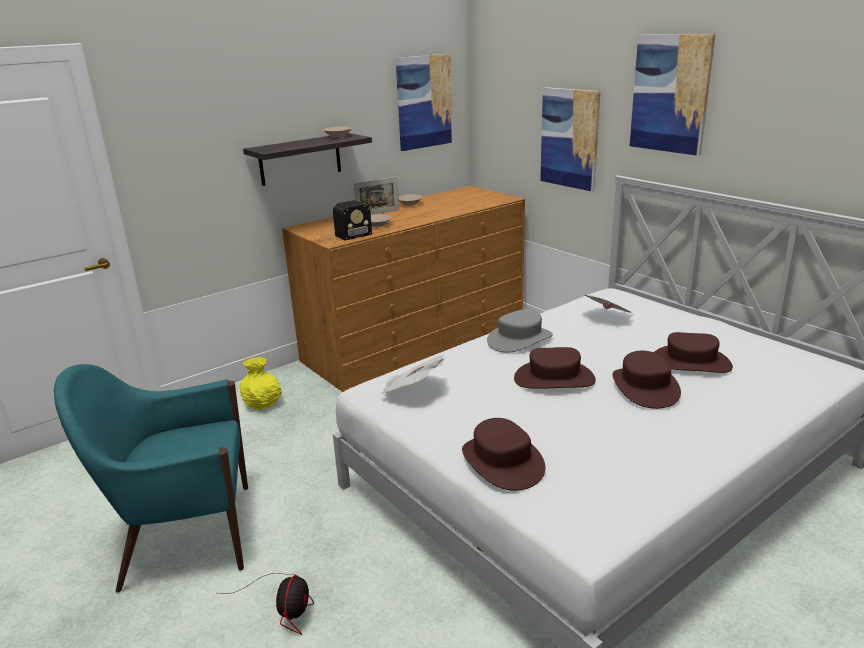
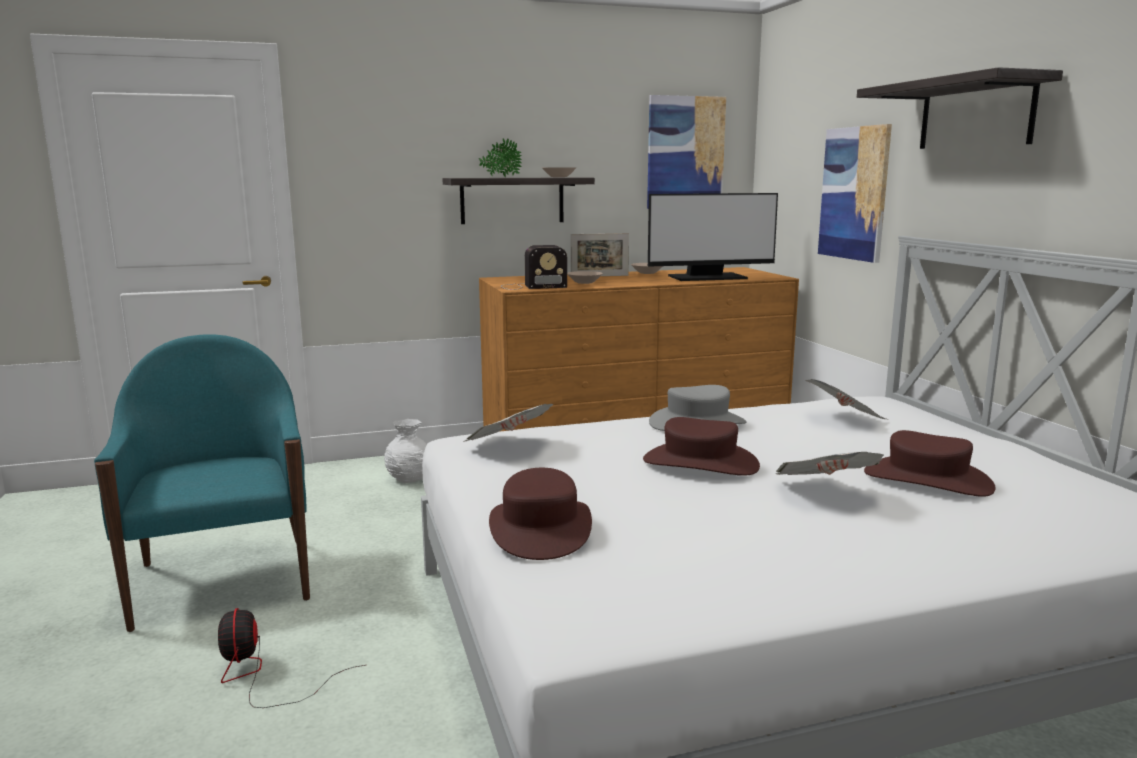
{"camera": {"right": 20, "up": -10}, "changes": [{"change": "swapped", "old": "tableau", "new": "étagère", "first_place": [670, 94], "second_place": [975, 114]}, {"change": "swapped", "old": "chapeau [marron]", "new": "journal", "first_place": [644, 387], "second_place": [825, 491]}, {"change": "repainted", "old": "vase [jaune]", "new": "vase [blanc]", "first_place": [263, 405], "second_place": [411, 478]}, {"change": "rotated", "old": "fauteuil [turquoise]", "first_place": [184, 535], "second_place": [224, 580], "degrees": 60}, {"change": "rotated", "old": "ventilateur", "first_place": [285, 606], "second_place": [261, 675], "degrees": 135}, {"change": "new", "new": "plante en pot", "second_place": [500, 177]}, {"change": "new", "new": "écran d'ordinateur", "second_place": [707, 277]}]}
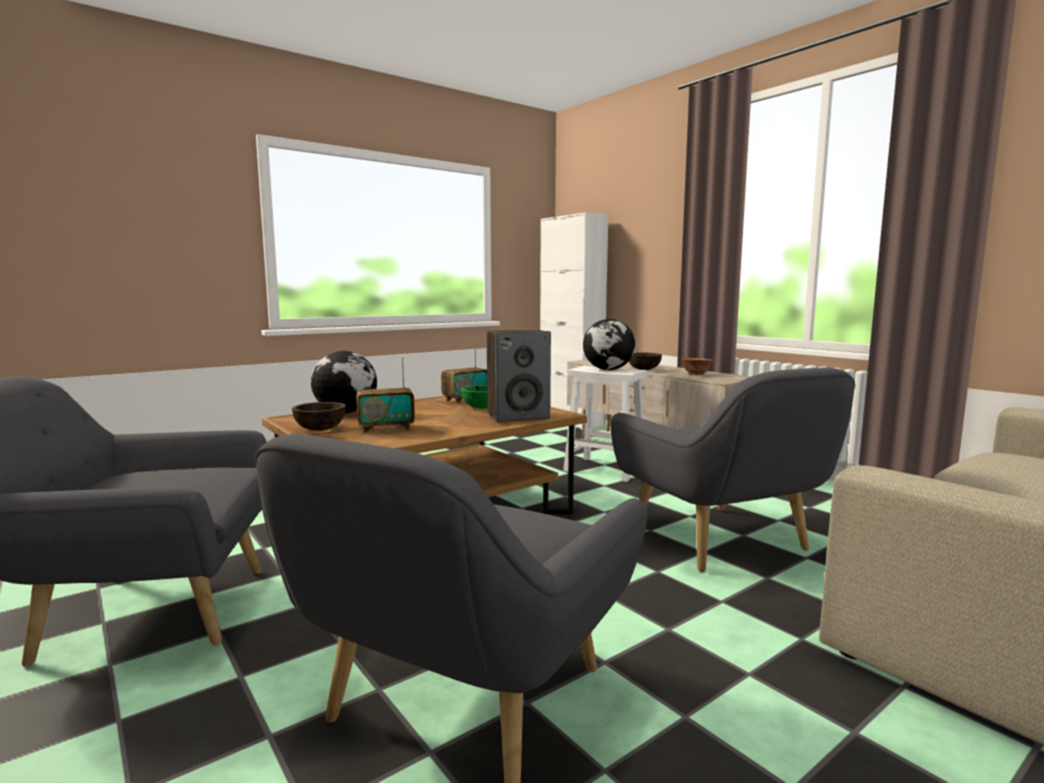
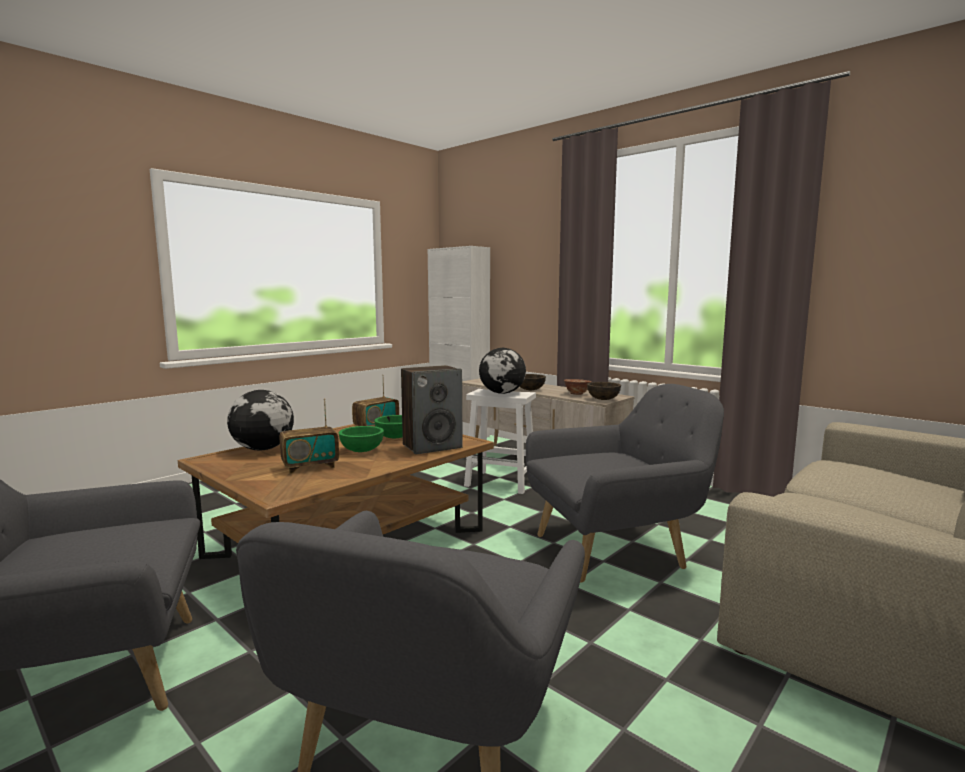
{"camera": {"right": -10, "up": 0}, "changes": [{"change": "rotated", "old": "fauteuil [gris]", "first_place": [722, 541], "second_place": [616, 549], "degrees": -75}, {"change": "shifted", "old": "bol [marron]", "first_place": [320, 429], "second_place": [603, 399]}, {"change": "new", "new": "bol [vert]", "second_place": [361, 450]}]}
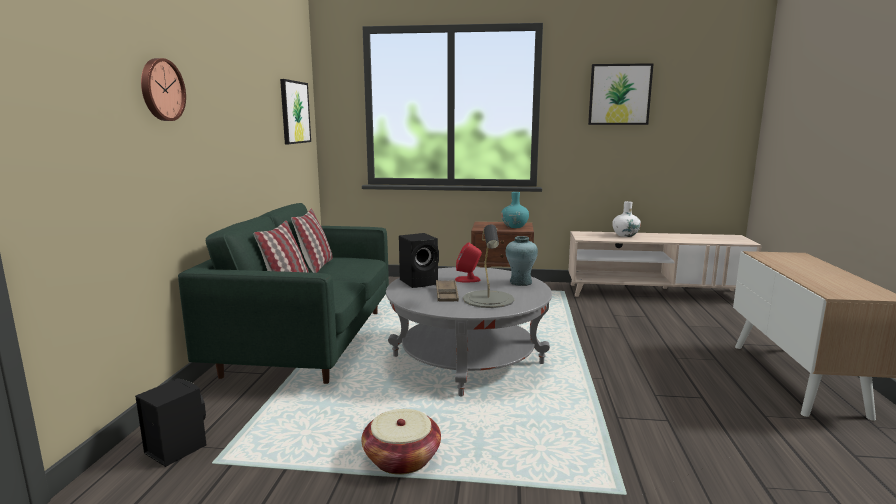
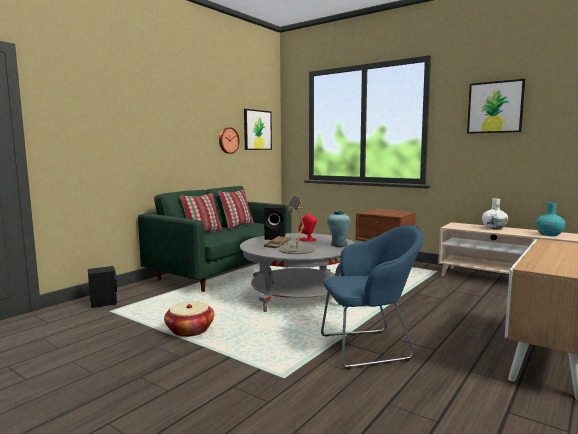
{"camera": {"right": 30, "up": -5}, "changes": [{"change": "shifted", "old": "horloge murale", "first_place": [161, 90], "second_place": [228, 140]}, {"change": "shifted", "old": "vase [turquoise]", "first_place": [514, 226], "second_place": [549, 234]}, {"change": "new", "new": "fauteuil [bleu]", "second_place": [369, 348]}]}
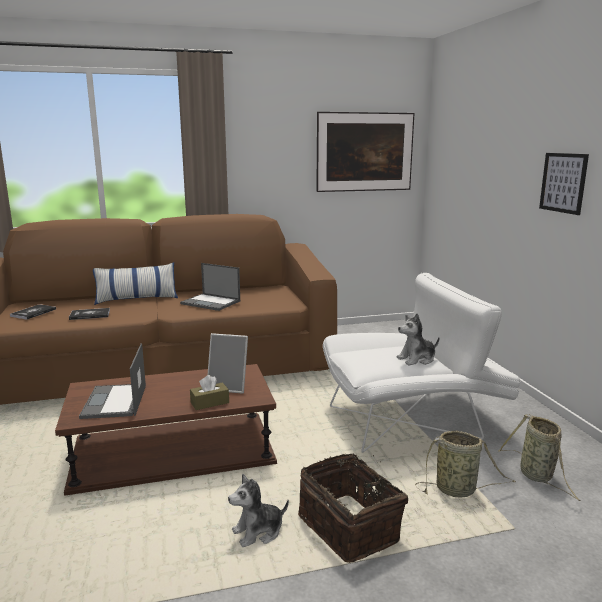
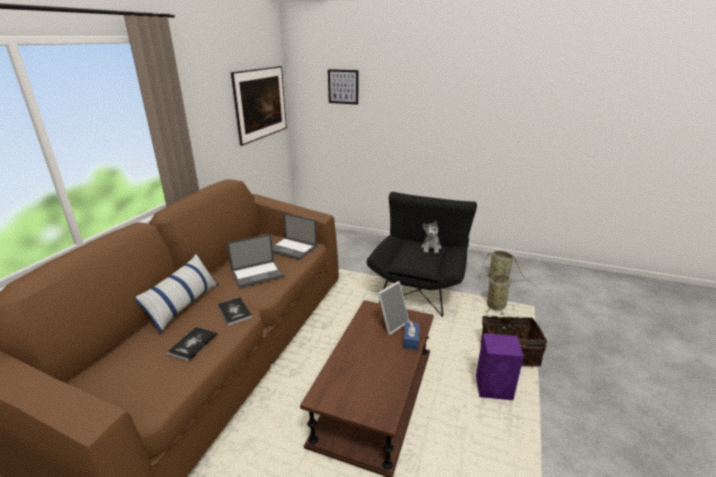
{"camera": {"right": -55, "up": 10}, "changes": [{"change": "shifted", "old": "tableau", "first_place": [563, 182], "second_place": [343, 86]}, {"change": "repainted", "old": "fauteuil [blanc]", "new": "fauteuil [noir]", "first_place": [413, 419], "second_place": [420, 284]}, {"change": "shifted", "old": "livre", "first_place": [33, 313], "second_place": [234, 311]}, {"change": "shifted", "old": "ordinateur portable", "first_place": [115, 402], "second_place": [293, 248]}, {"change": "repainted", "old": "boîte à mouchoirs [marron]", "new": "boîte à mouchoirs [bleu]", "first_place": [210, 403], "second_place": [411, 340]}, {"change": "swapped", "old": "peluche", "new": "enceinte [violet]", "first_place": [258, 532], "second_place": [494, 388]}]}
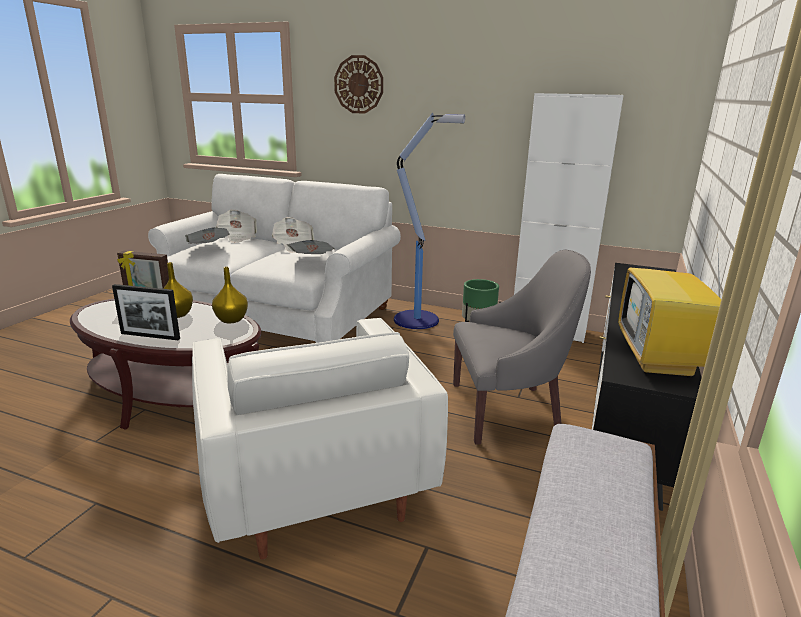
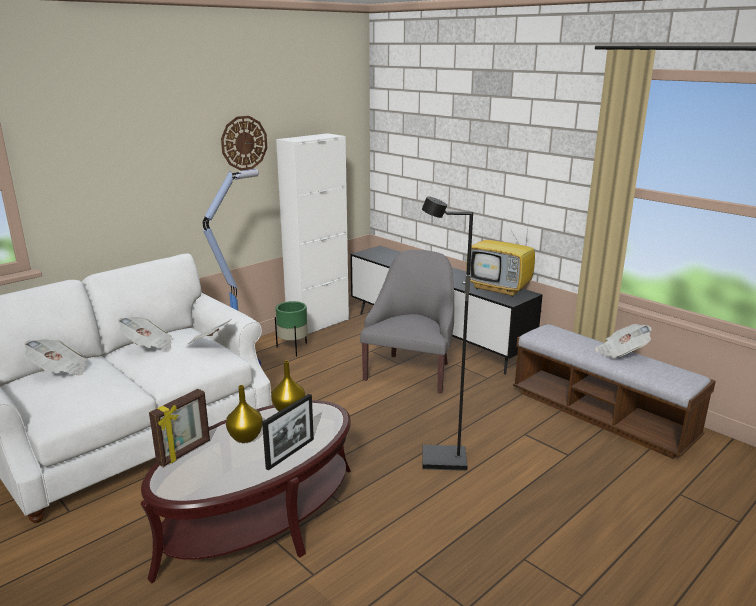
{"camera": {"right": -65, "up": 0}, "changes": [{"change": "shifted", "old": "horloge murale", "first_place": [359, 84], "second_place": [244, 143]}, {"change": "shifted", "old": "journal", "first_place": [208, 248], "second_place": [621, 353]}, {"change": "swapped", "old": "fauteuil [blanc]", "new": "lampadaire [noir]", "first_place": [313, 479], "second_place": [443, 461]}]}
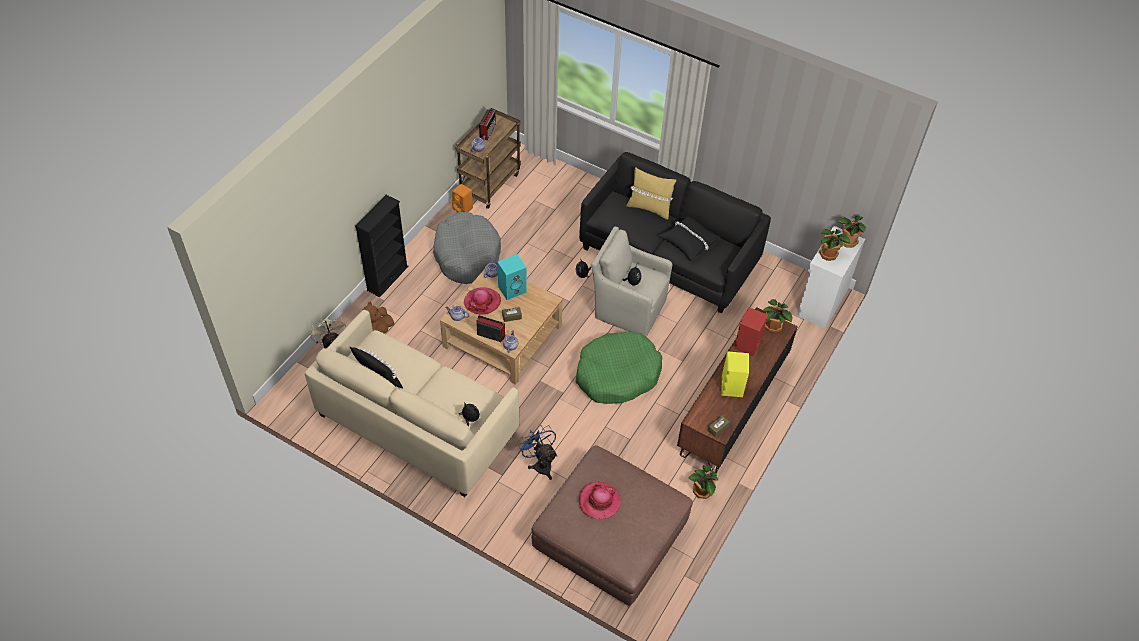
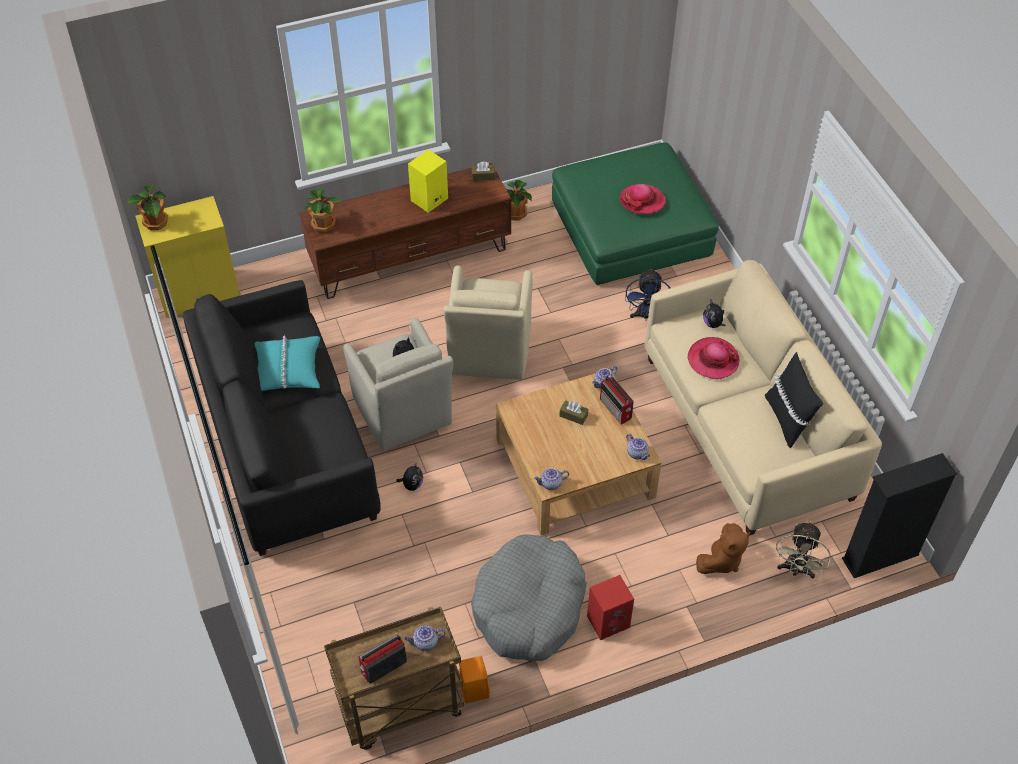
{"camera": {"right": -140, "up": 0}, "changes": [{"change": "gone", "old": "coussin [jaune]", "first_place": [649, 208]}, {"change": "shifted", "old": "bibliothèque [noir]", "first_place": [387, 278], "second_place": [880, 557]}, {"change": "repainted", "old": "coussin [noir]", "new": "coussin [turquoise]", "first_place": [689, 241], "second_place": [288, 369]}, {"change": "repainted", "old": "meuble de rangement [blanc]", "new": "meuble de rangement [jaune]", "first_place": [821, 303], "second_place": [200, 294]}, {"change": "gone", "old": "plante en pot", "first_place": [828, 255]}, {"change": "gone", "old": "enceinte [turquoise]", "first_place": [512, 289]}, {"change": "shifted", "old": "chapeau", "first_place": [482, 302], "second_place": [713, 360]}, {"change": "shifted", "old": "enceinte [rouge]", "first_place": [748, 345], "second_place": [608, 620]}, {"change": "swapped", "old": "panier pour chien [vert]", "new": "fauteuil [beige]", "first_place": [617, 374], "second_place": [489, 351]}, {"change": "repainted", "old": "pouf [marron]", "new": "pouf [vert]", "first_place": [610, 533], "second_place": [631, 229]}]}
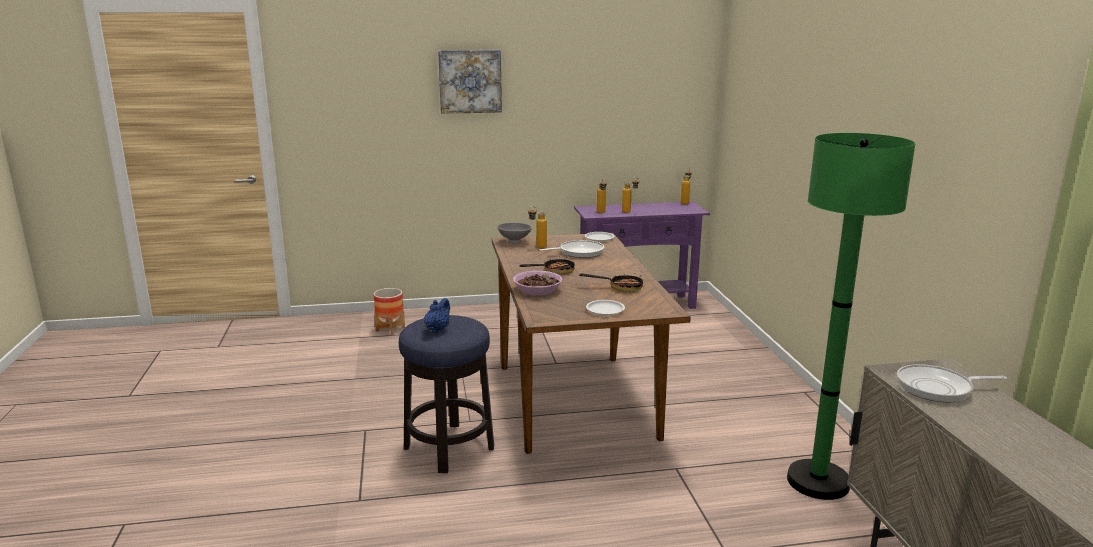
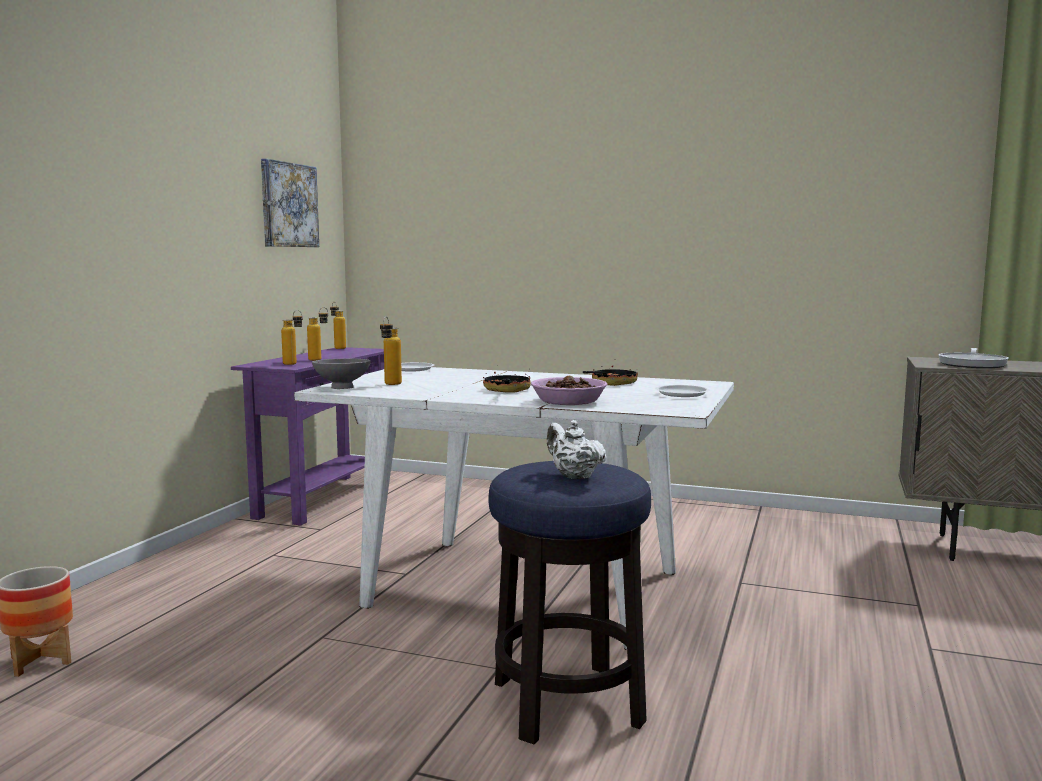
{"camera": {"right": -60, "up": -10}, "changes": [{"change": "shifted", "old": "tableau", "first_place": [470, 81], "second_place": [288, 205]}, {"change": "gone", "old": "lampadaire [vert]", "first_place": [818, 481]}, {"change": "repainted", "old": "table à manger [marron]", "new": "table à manger [blanc]", "first_place": [574, 399], "second_place": [522, 588]}, {"change": "gone", "old": "poêle", "first_place": [579, 252]}, {"change": "repainted", "old": "théière [bleu]", "new": "théière [blanc]", "first_place": [437, 329], "second_place": [573, 476]}]}
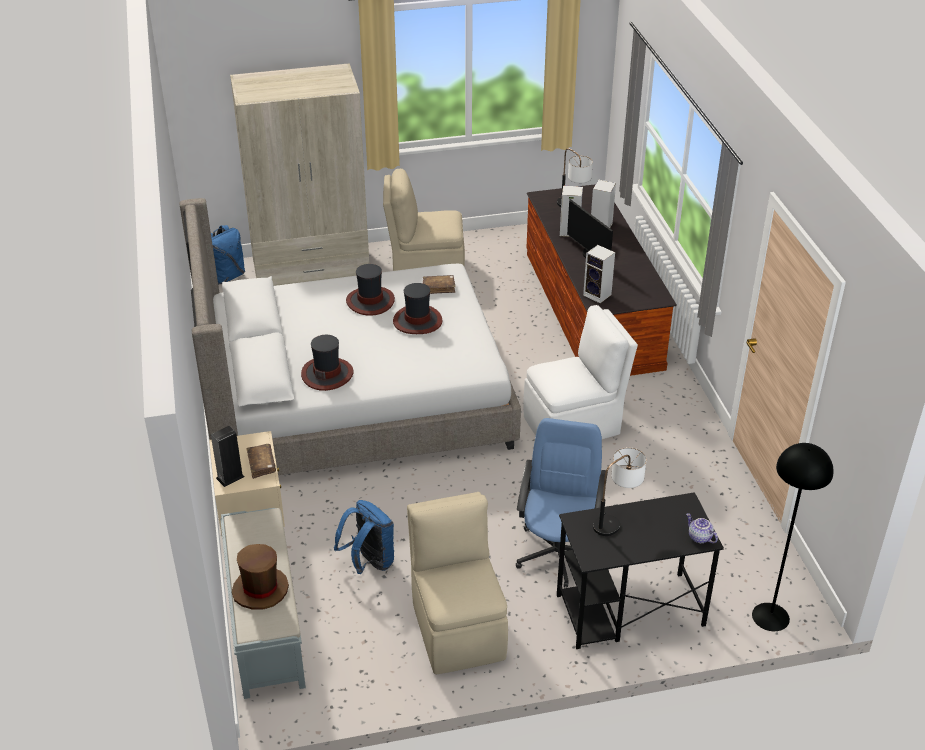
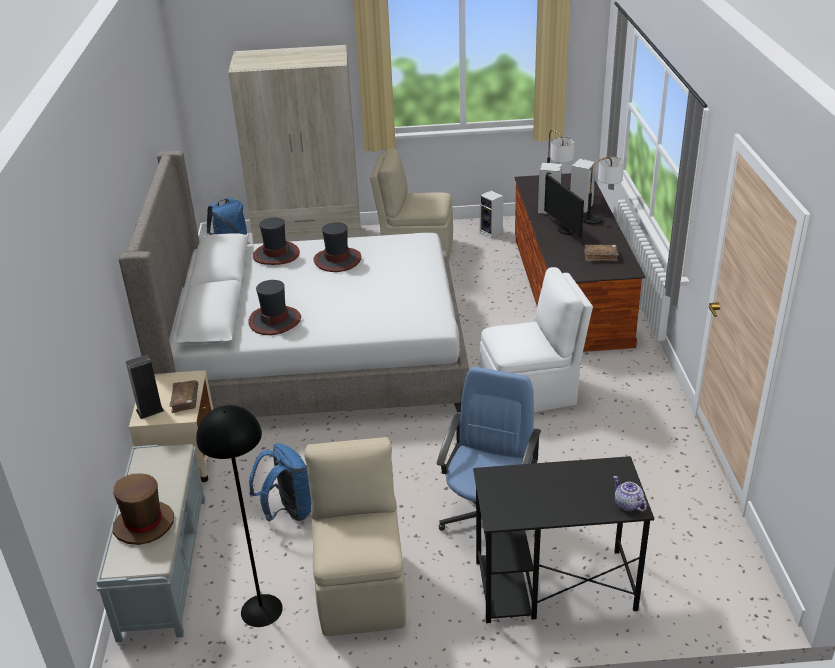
{"camera": {"right": 10, "up": -5}, "changes": [{"change": "shifted", "old": "enceinte", "first_place": [598, 295], "second_place": [492, 233]}, {"change": "shifted", "old": "livre [marron]", "first_place": [439, 288], "second_place": [600, 256]}, {"change": "shifted", "old": "chapeau", "first_place": [417, 321], "second_place": [276, 254]}, {"change": "shifted", "old": "lampadaire [noir]", "first_place": [770, 617], "second_place": [261, 610]}, {"change": "shifted", "old": "lampe de table", "first_place": [616, 520], "second_place": [601, 217]}]}
